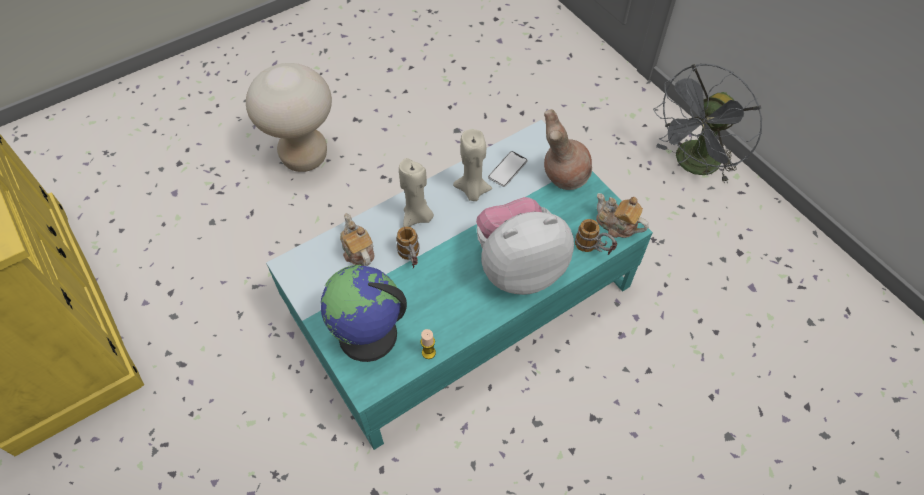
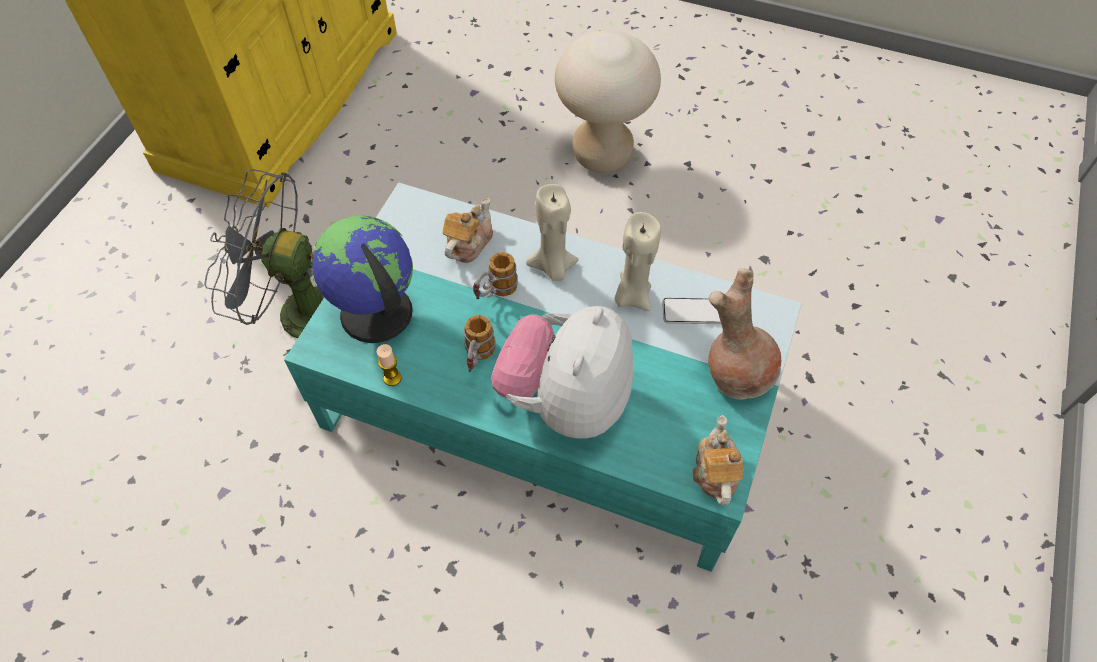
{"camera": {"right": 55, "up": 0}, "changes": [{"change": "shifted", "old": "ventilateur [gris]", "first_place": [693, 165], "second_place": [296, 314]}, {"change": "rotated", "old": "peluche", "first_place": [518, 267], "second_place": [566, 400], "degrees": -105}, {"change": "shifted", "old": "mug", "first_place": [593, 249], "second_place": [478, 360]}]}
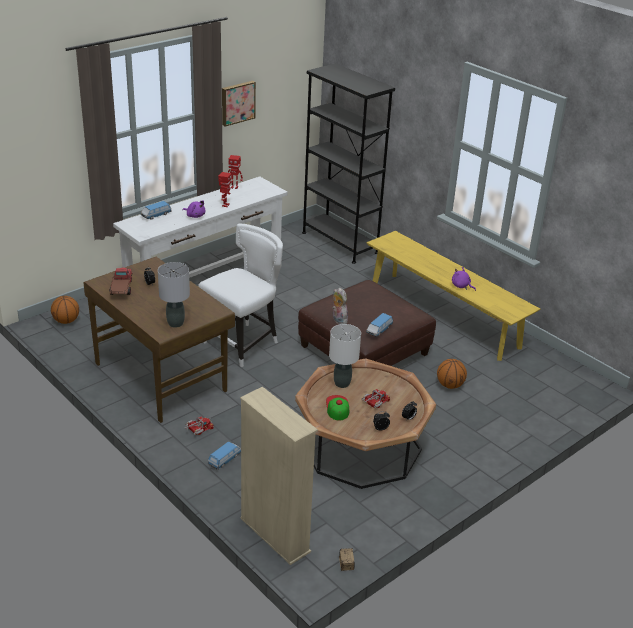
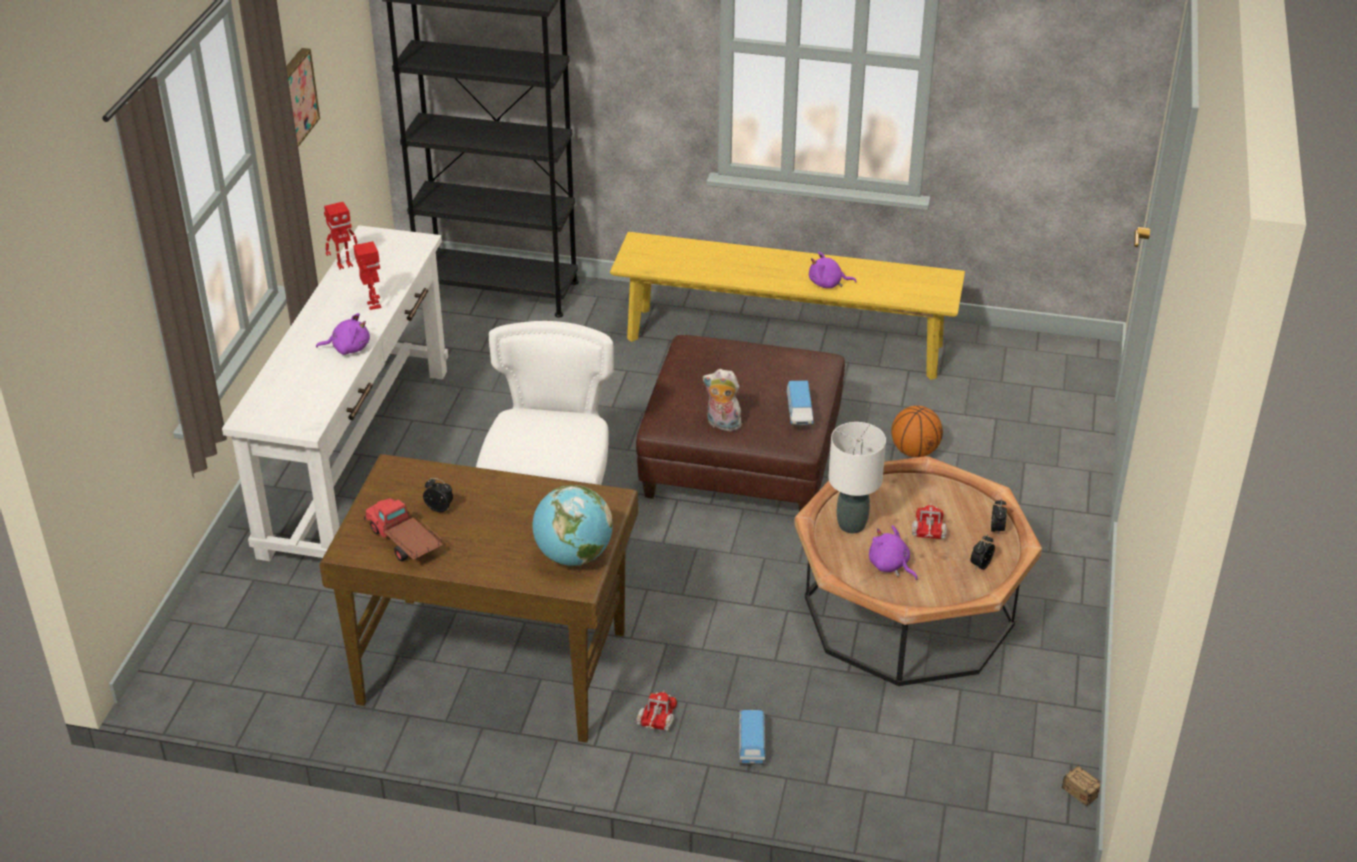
{"camera": {"right": -35, "up": 5}, "changes": [{"change": "gone", "old": "petite voiture", "first_place": [156, 215]}, {"change": "swapped", "old": "lampe de table [gris]", "new": "globe", "first_place": [175, 323], "second_place": [573, 556]}, {"change": "gone", "old": "ballon de basket", "first_place": [66, 321]}, {"change": "gone", "old": "bibliothèque [beige]", "first_place": [274, 535]}, {"change": "swapped", "old": "casquette", "new": "peluche [violet]", "first_place": [337, 407], "second_place": [890, 566]}]}
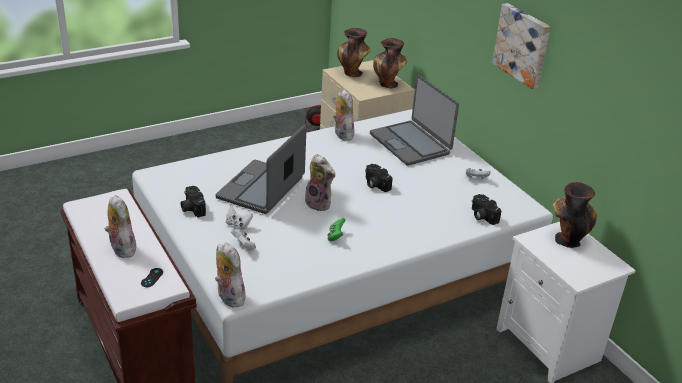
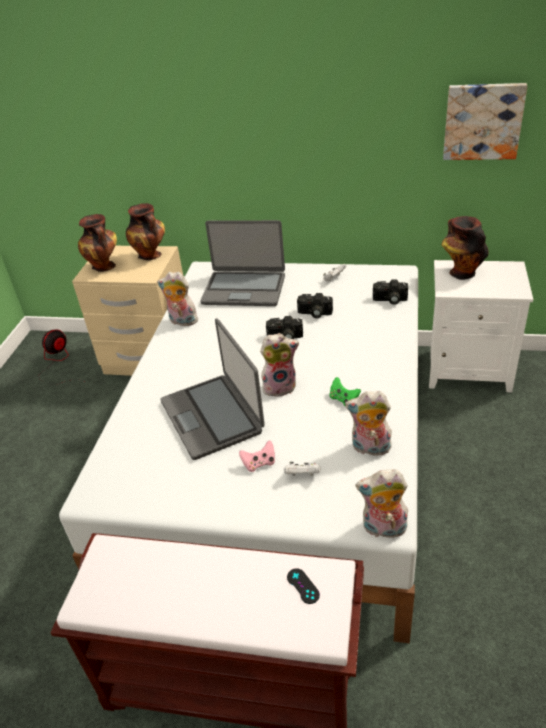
{"camera": {"right": -45, "up": 5}, "changes": [{"change": "shifted", "old": "tableau", "first_place": [523, 45], "second_place": [482, 121]}, {"change": "shifted", "old": "appareil photo", "first_place": [191, 208], "second_place": [314, 313]}, {"change": "shifted", "old": "peluche", "first_place": [121, 249], "second_place": [370, 448]}, {"change": "repainted", "old": "manette [blanc]", "new": "manette [rose]", "first_place": [238, 225], "second_place": [259, 463]}]}
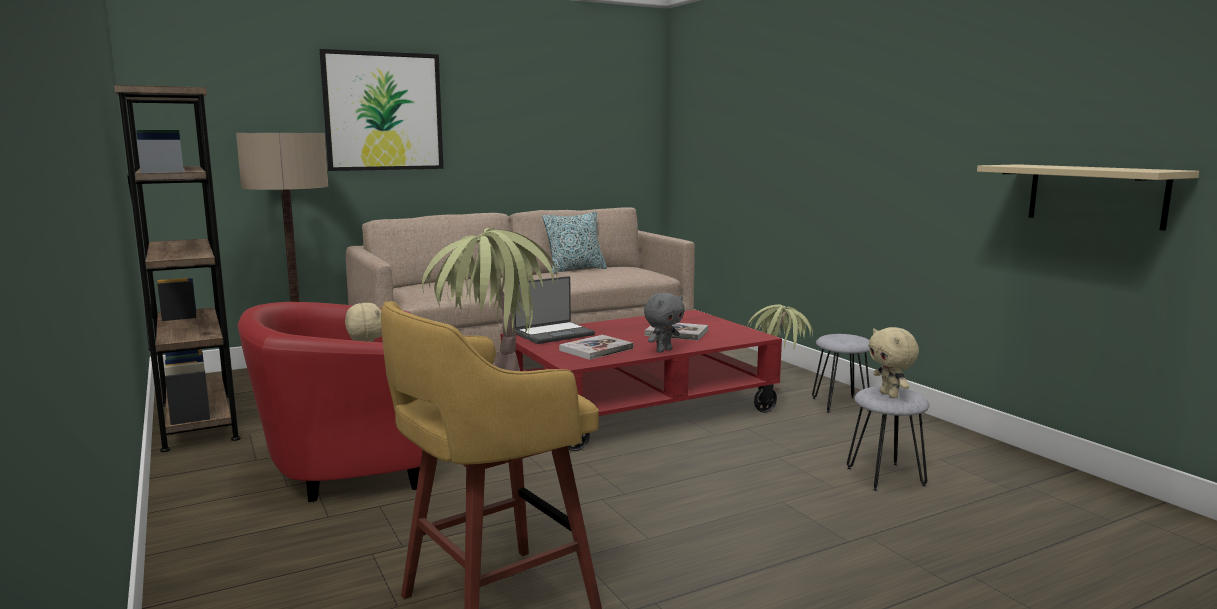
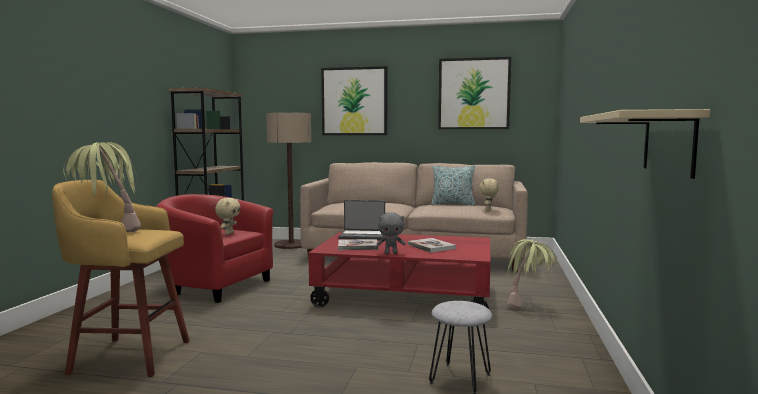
{"camera": {"right": 40, "up": -5}, "changes": [{"change": "shifted", "old": "peluche [beige]", "first_place": [890, 395], "second_place": [488, 209]}, {"change": "gone", "old": "tabouret [gris]", "first_place": [841, 404]}, {"change": "new", "new": "tableau", "second_place": [474, 94]}]}
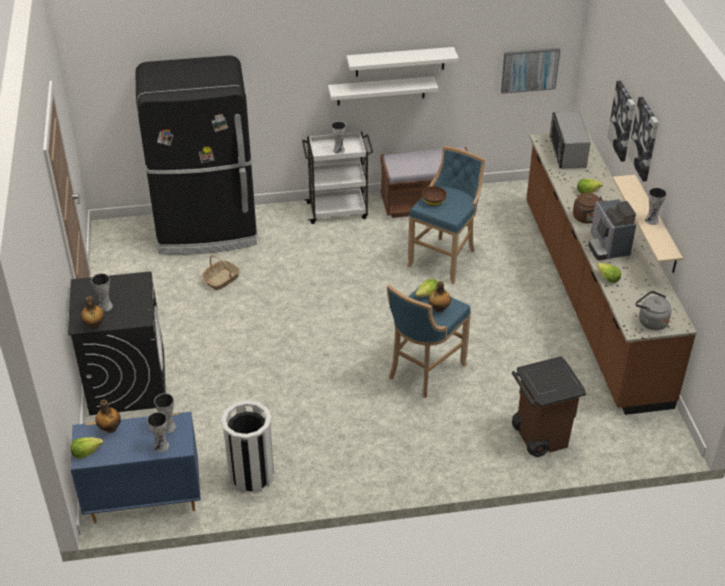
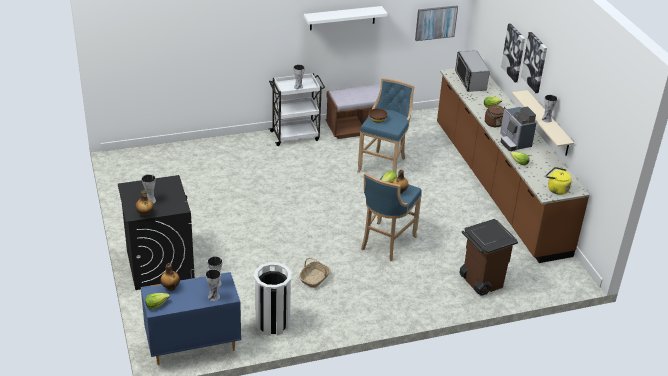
{"camera": {"right": -10, "up": -5}, "changes": [{"change": "gone", "old": "réfrigérateur [noir]", "first_place": [207, 231]}, {"change": "gone", "old": "étagère [blanc]", "first_place": [381, 91]}, {"change": "shifted", "old": "panier", "first_place": [221, 280], "second_place": [314, 278]}, {"change": "repainted", "old": "bouilloire [gris]", "new": "bouilloire [jaune]", "first_place": [650, 321], "second_place": [556, 189]}]}
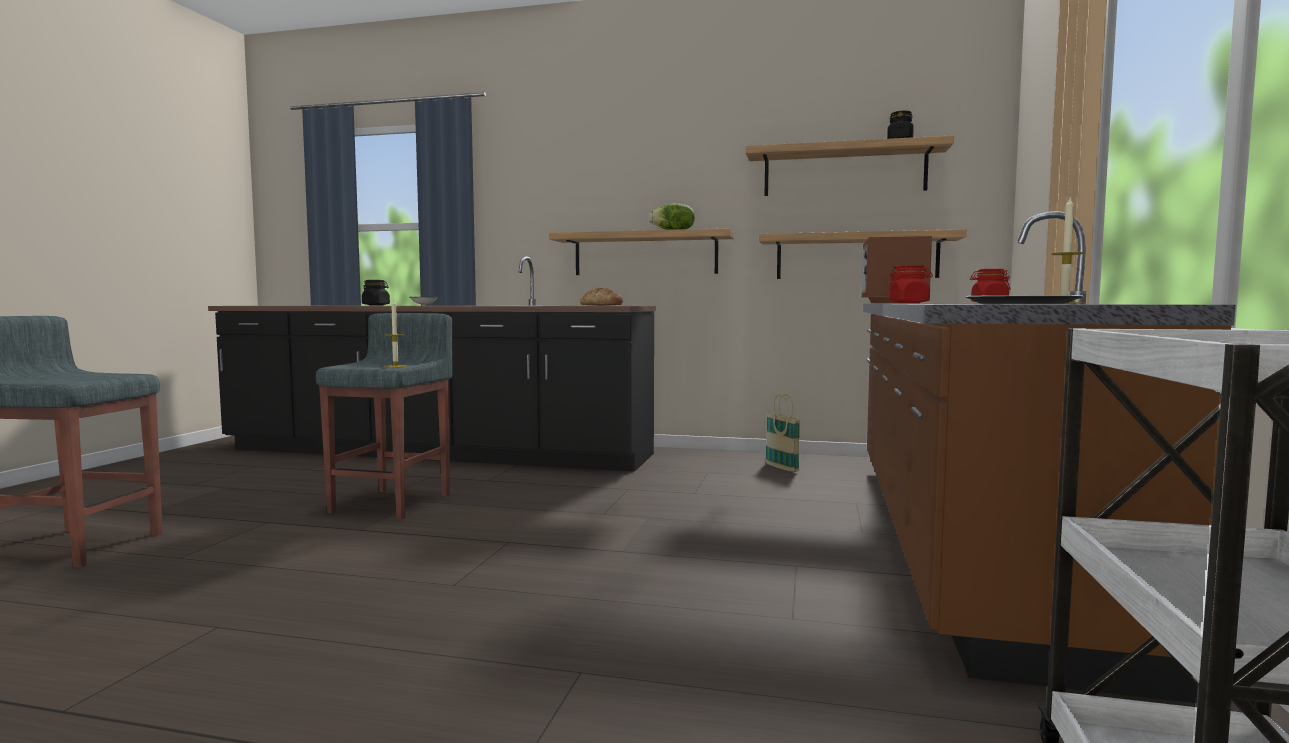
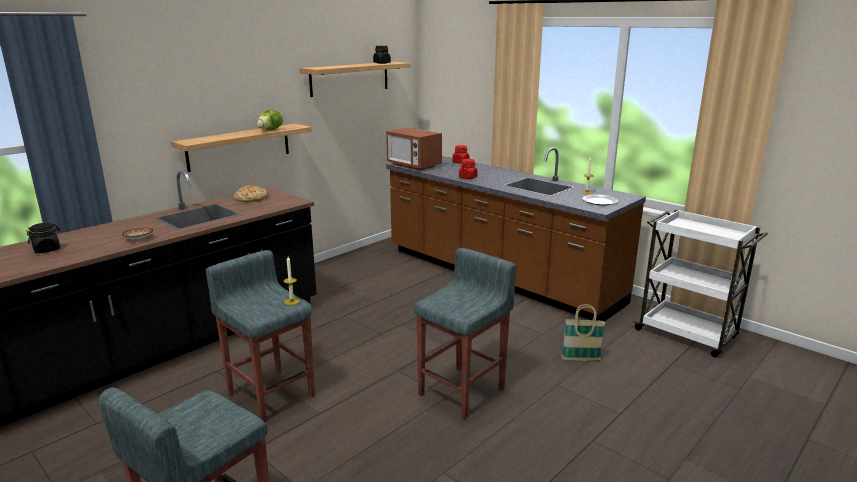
{"camera": {"right": -60, "up": 15}, "changes": [{"change": "gone", "old": "étagère", "first_place": [856, 257]}, {"change": "shifted", "old": "panier", "first_place": [781, 468], "second_place": [580, 359]}, {"change": "new", "new": "tabouret [gris]", "second_place": [463, 391]}]}
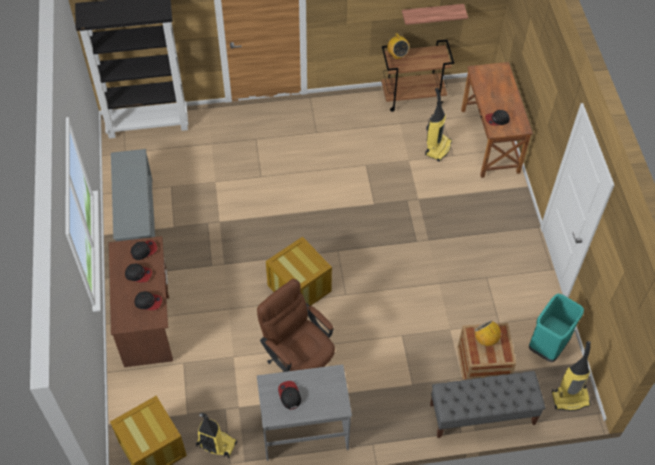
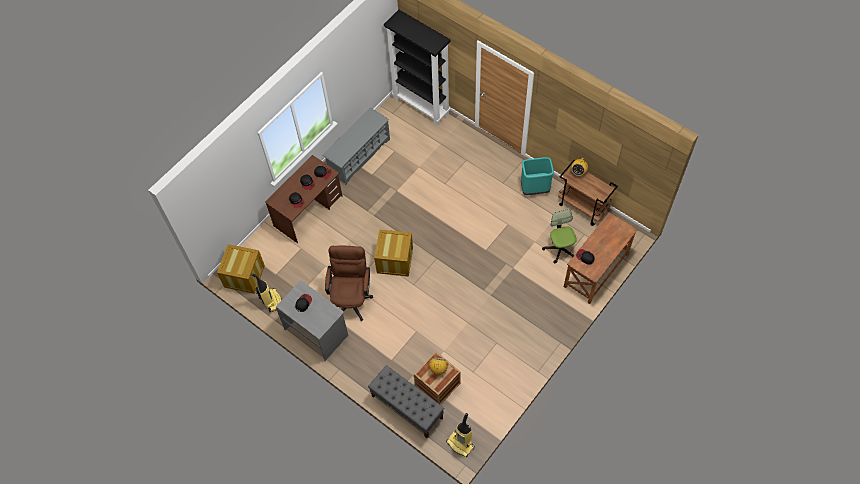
{"camera": {"right": 50, "up": 5}, "changes": [{"change": "gone", "old": "étagère", "first_place": [432, 14]}, {"change": "swapped", "old": "aspirateur", "new": "chaise de bureau", "first_place": [437, 148], "second_place": [560, 248]}, {"change": "shifted", "old": "poubelle [turquoise]", "first_place": [548, 345], "second_place": [534, 189]}]}
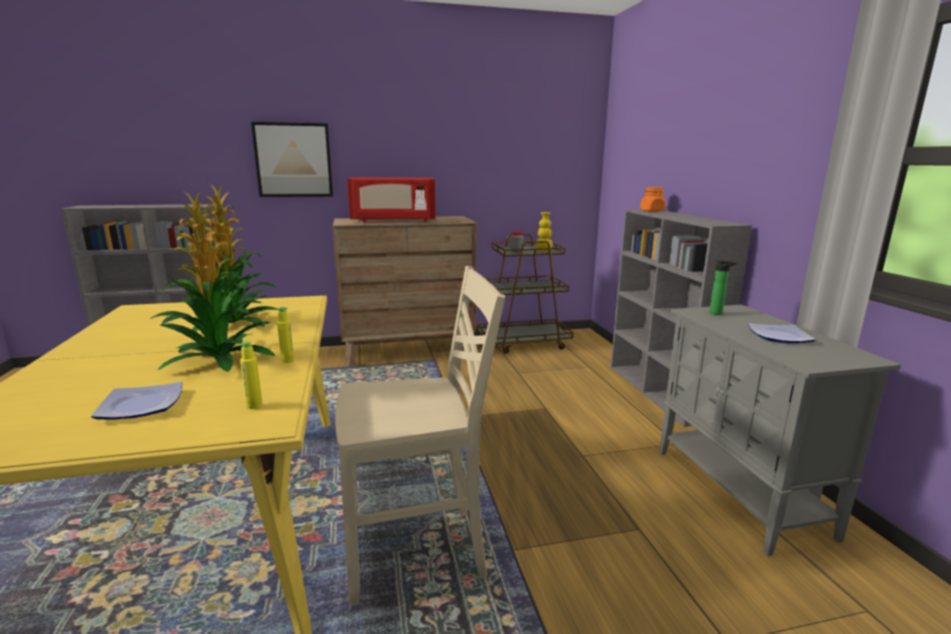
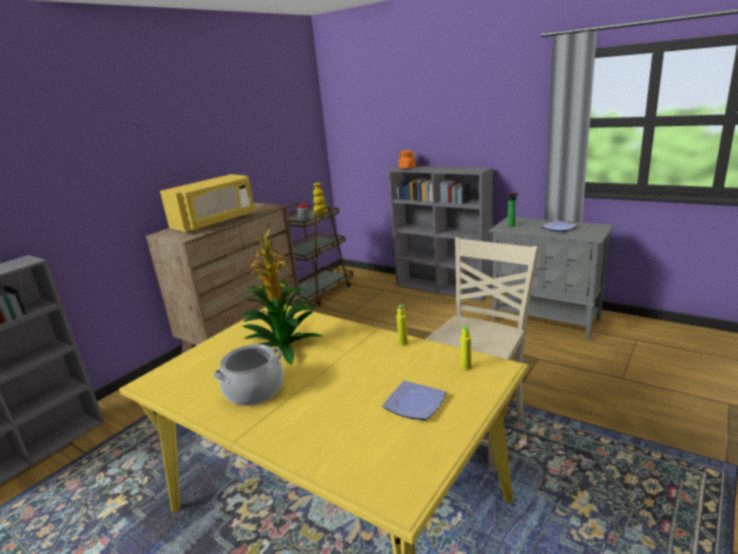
{"camera": {"right": -40, "up": 5}, "changes": [{"change": "gone", "old": "tableau", "first_place": [293, 160]}, {"change": "repainted", "old": "micro-ondes [rouge]", "new": "micro-ondes [jaune]", "first_place": [393, 221], "second_place": [215, 222]}, {"change": "gone", "old": "plante en pot", "first_place": [217, 358]}, {"change": "new", "new": "marmite", "second_place": [254, 390]}]}
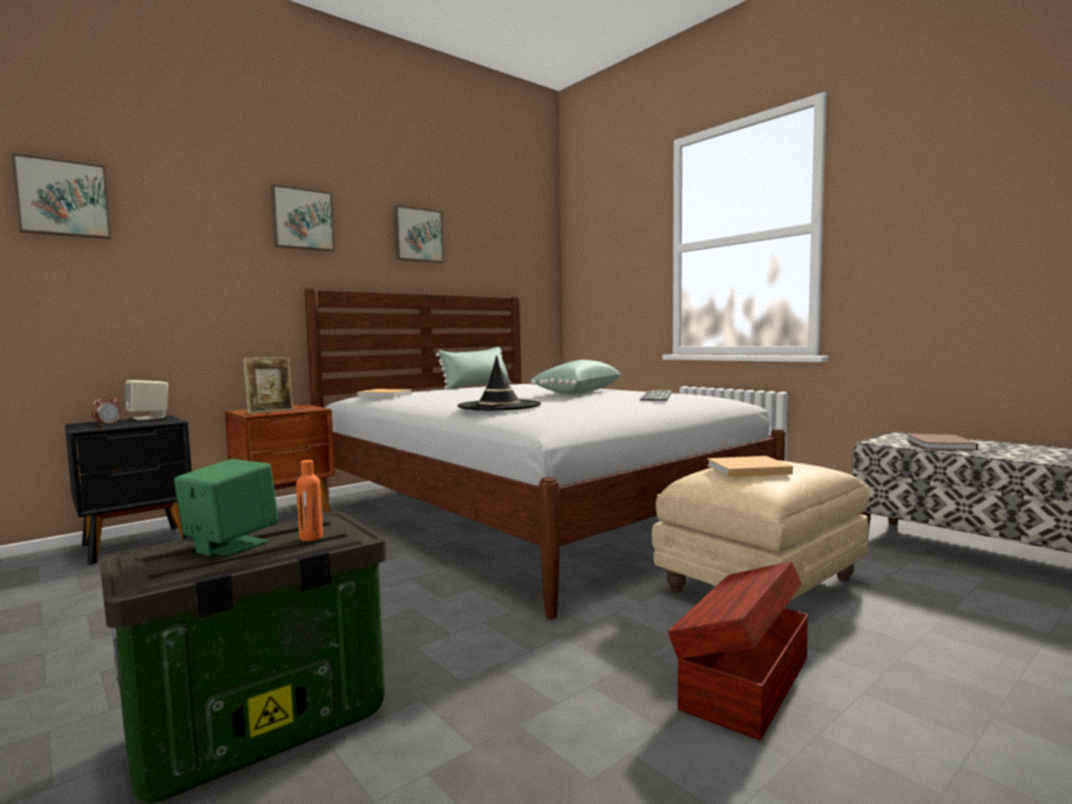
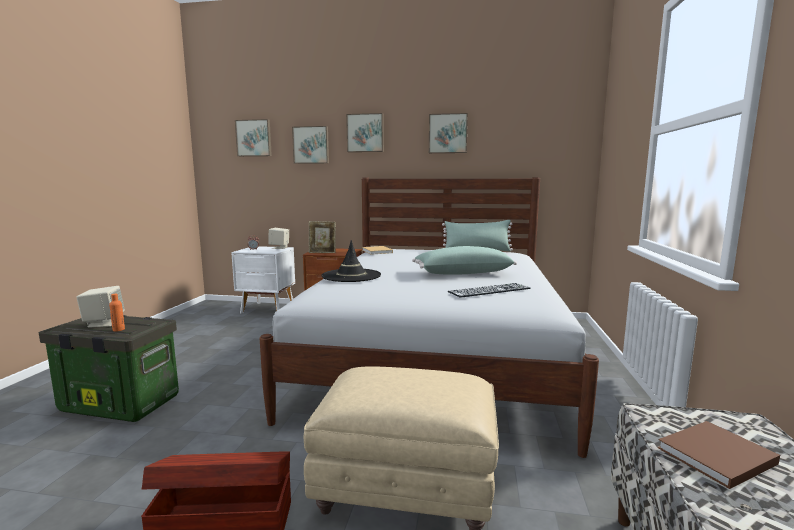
{"camera": {"right": 50, "up": 5}, "changes": [{"change": "repainted", "old": "table de chevet [noir]", "new": "table de chevet [blanc]", "first_place": [139, 544], "second_place": [268, 309]}, {"change": "gone", "old": "livre [beige]", "first_place": [746, 470]}, {"change": "repainted", "old": "enceinte [vert]", "new": "enceinte [beige]", "first_place": [229, 545], "second_place": [103, 323]}, {"change": "new", "new": "tableau", "second_place": [311, 145]}]}
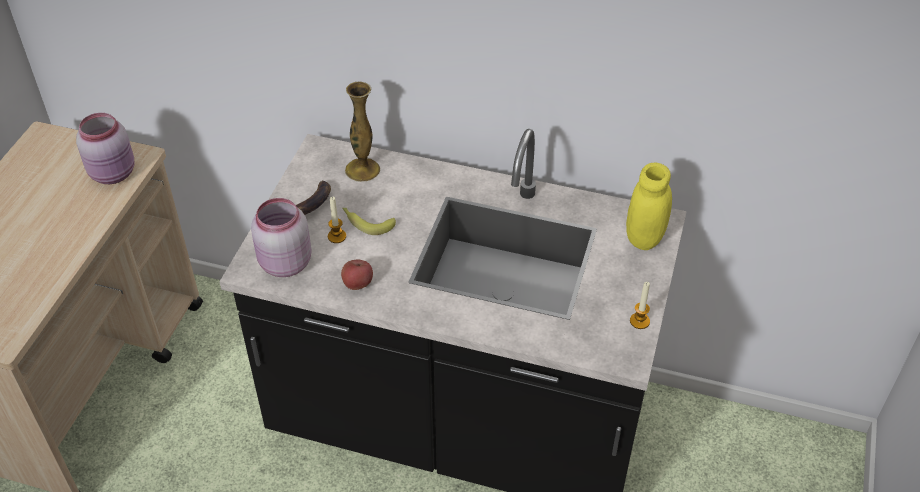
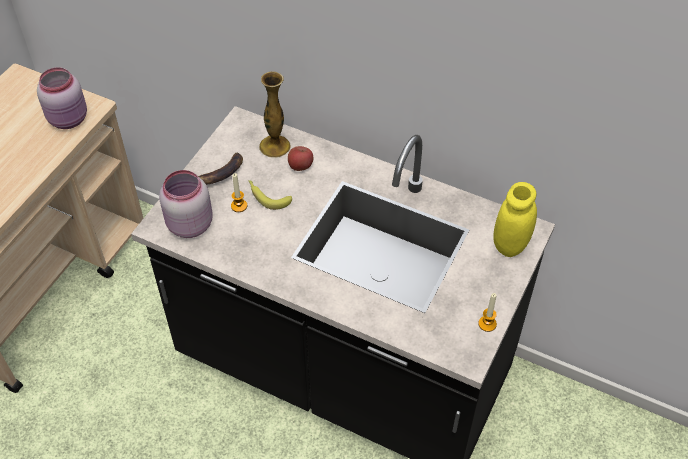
{"camera": {"right": 10, "up": 5}, "changes": [{"change": "shifted", "old": "pomme", "first_place": [357, 284], "second_place": [300, 166]}]}
